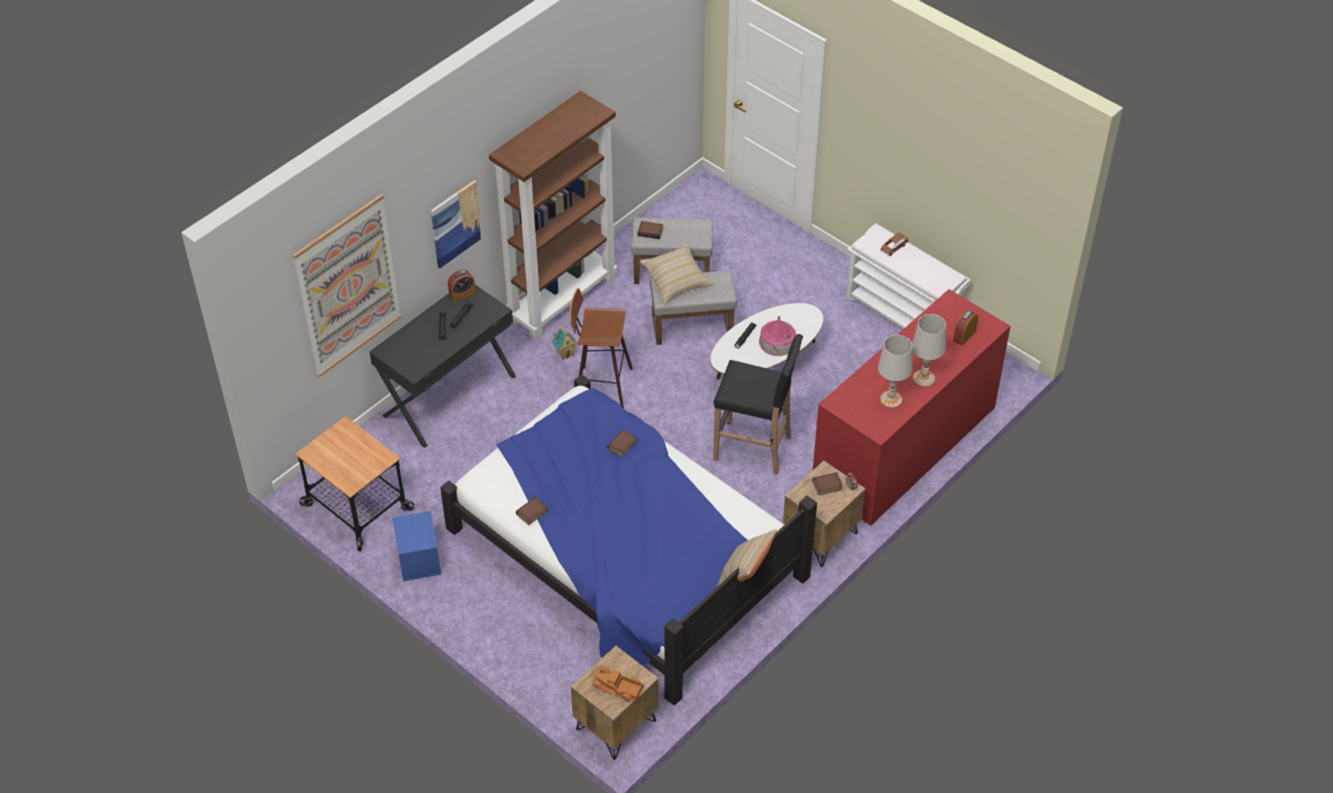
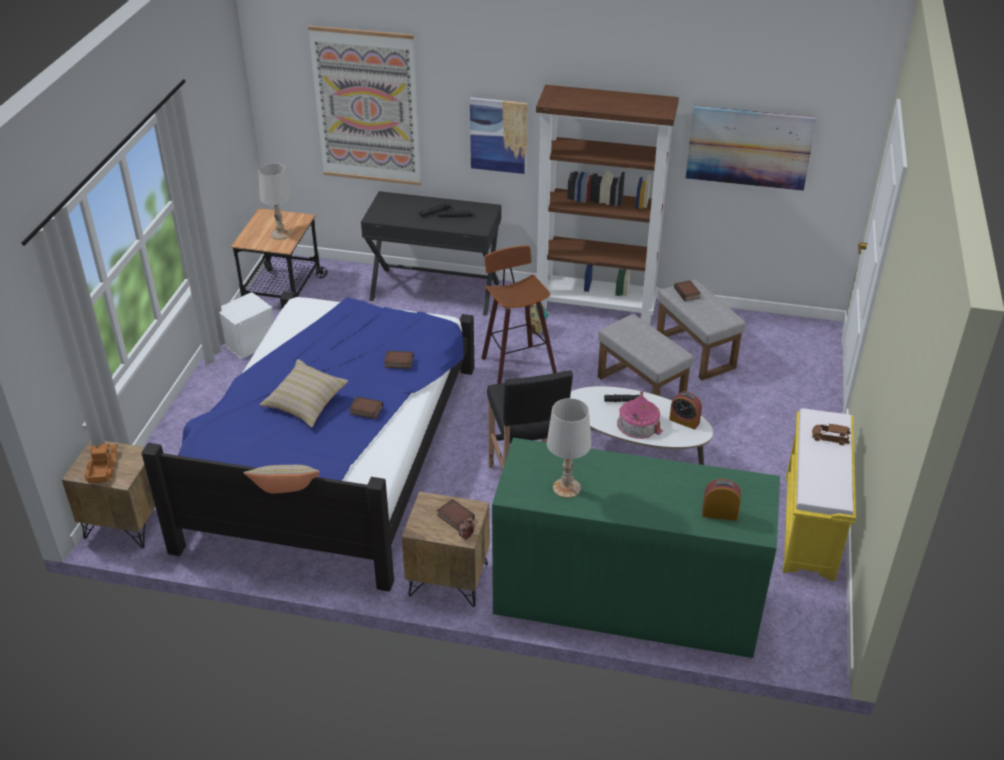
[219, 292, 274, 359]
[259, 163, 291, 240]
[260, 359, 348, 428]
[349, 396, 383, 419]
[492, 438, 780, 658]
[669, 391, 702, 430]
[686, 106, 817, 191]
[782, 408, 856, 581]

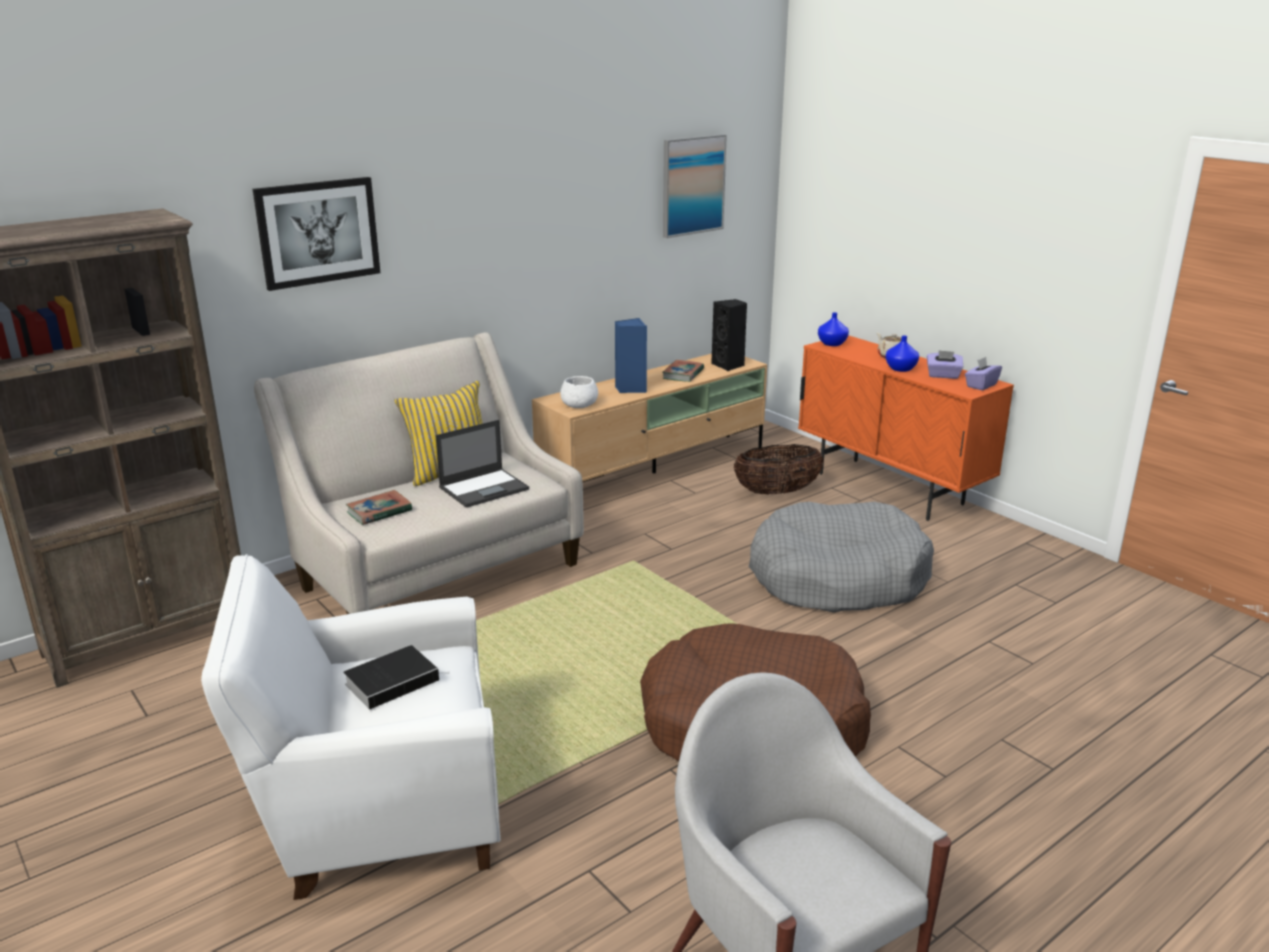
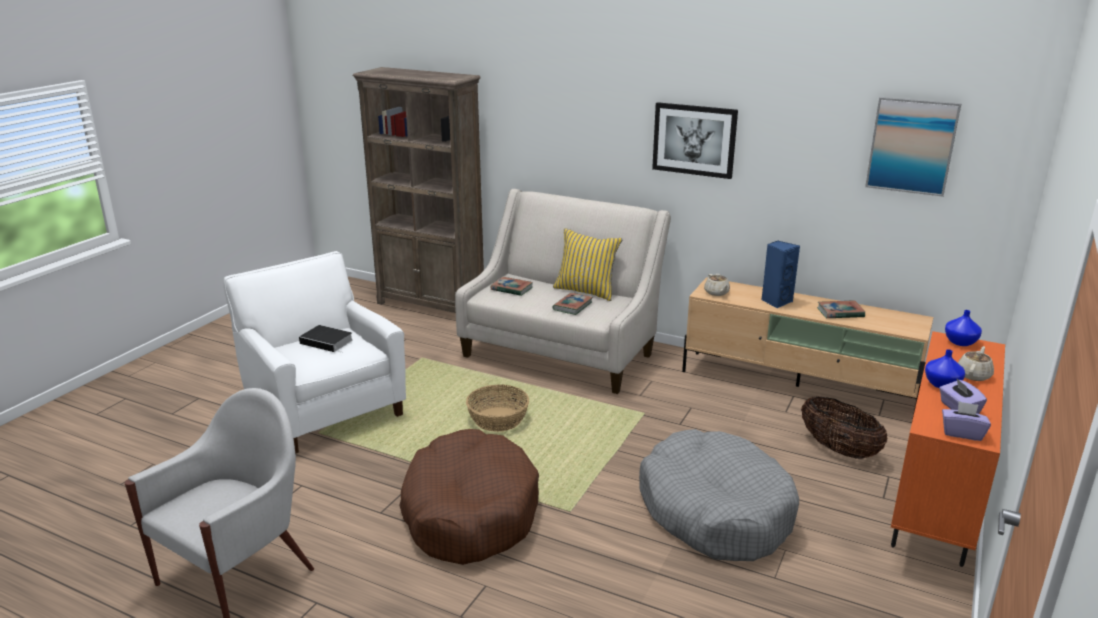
[466, 385, 529, 432]
[553, 293, 593, 315]
[652, 102, 738, 179]
[704, 274, 730, 296]
[711, 299, 747, 371] (first image)

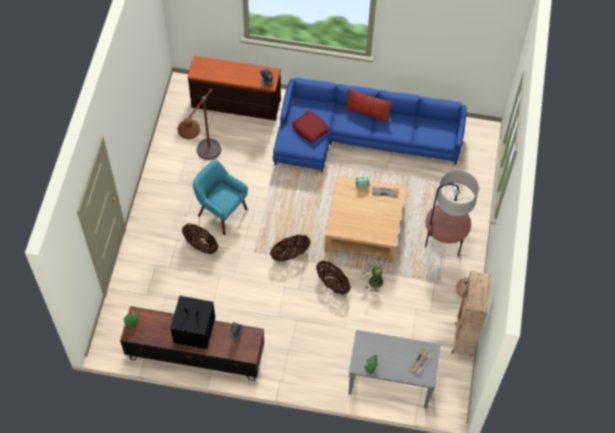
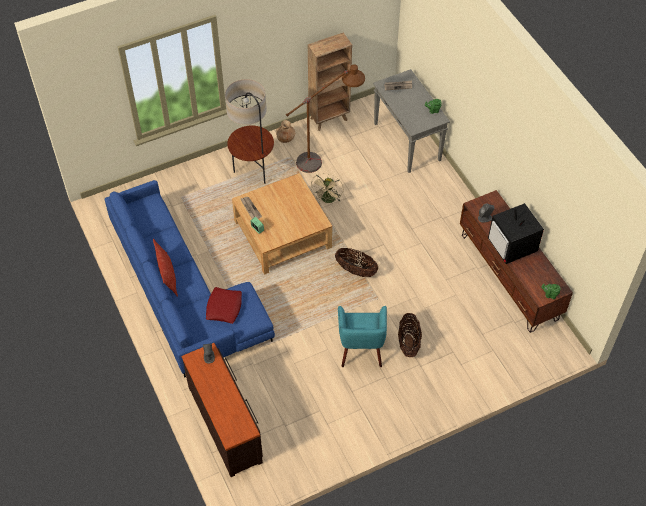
[286, 65, 365, 173]
[316, 260, 351, 295] (first image)

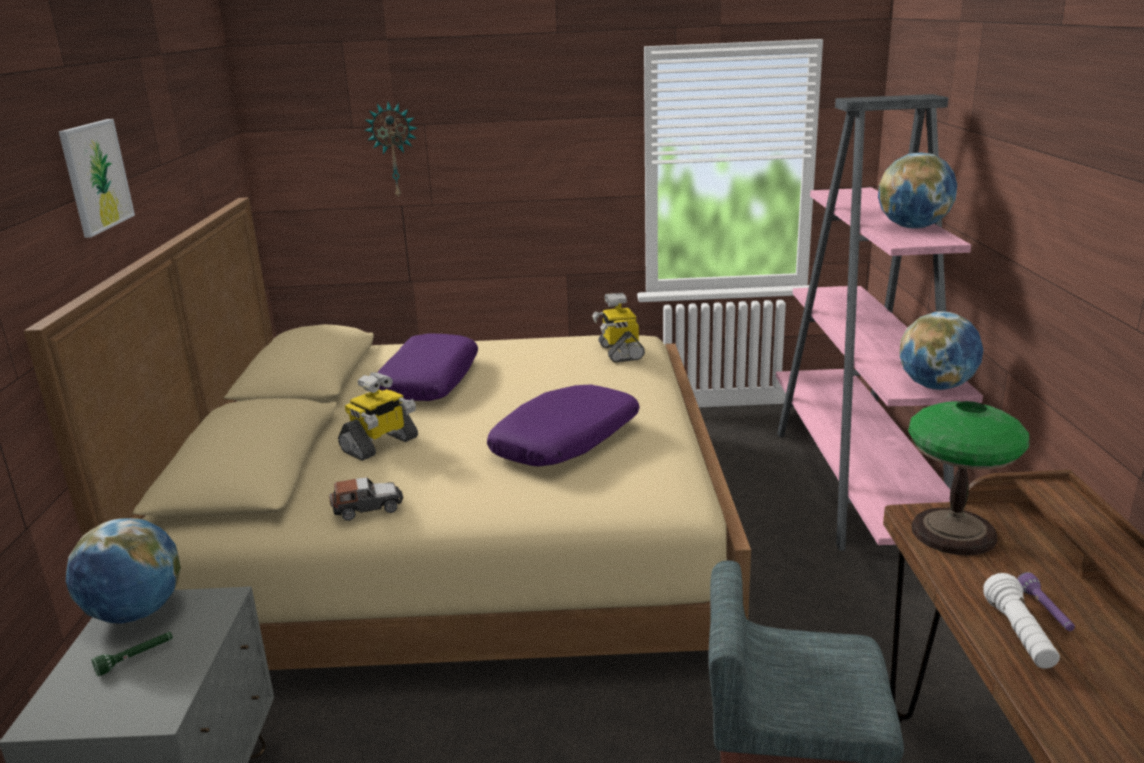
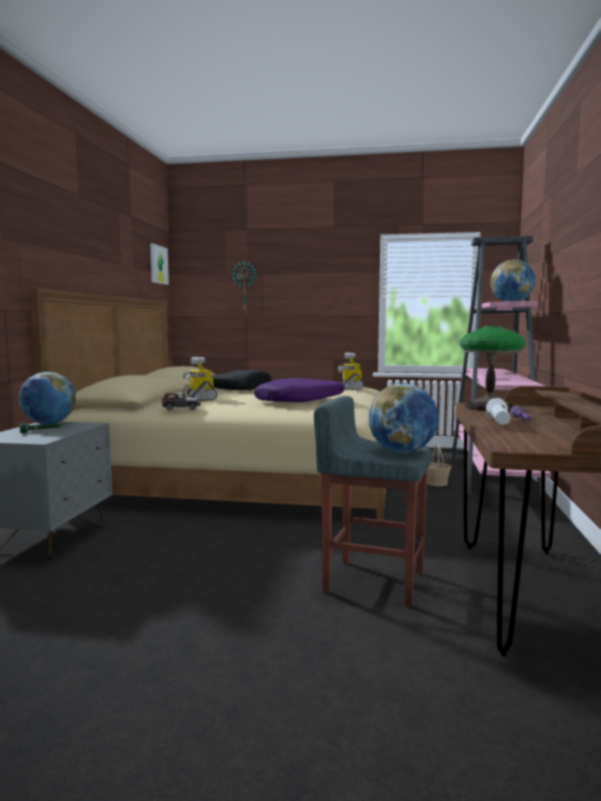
[150, 243, 169, 285]
[183, 357, 217, 401]
[212, 370, 271, 390]
[369, 383, 439, 453]
[427, 444, 451, 486]

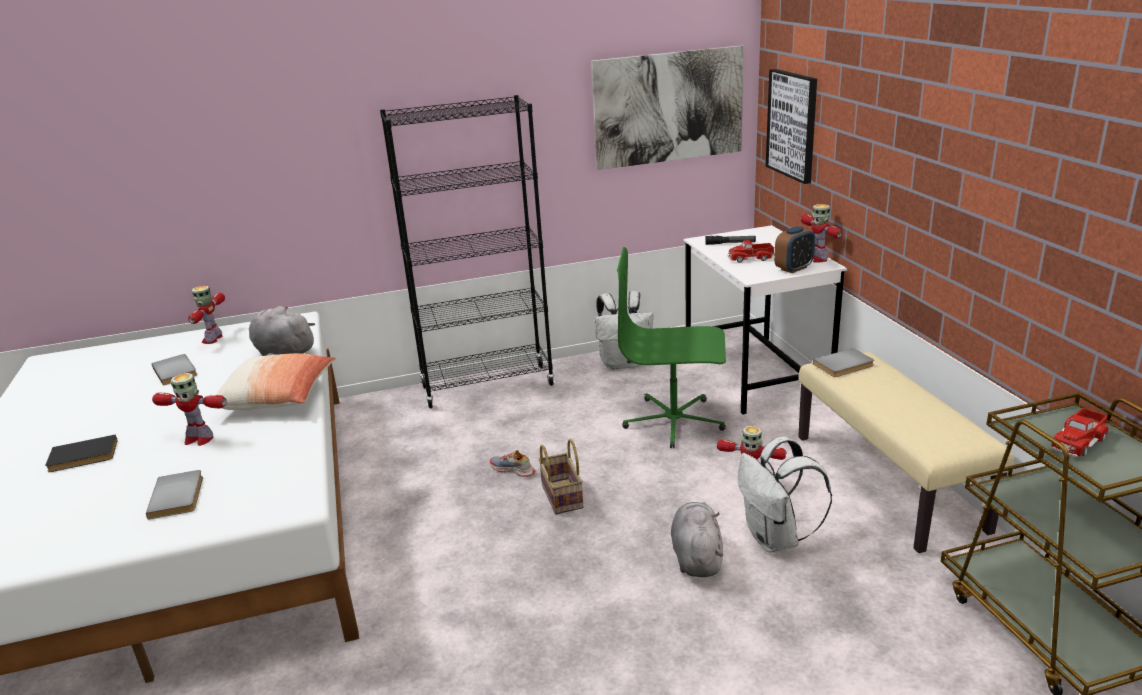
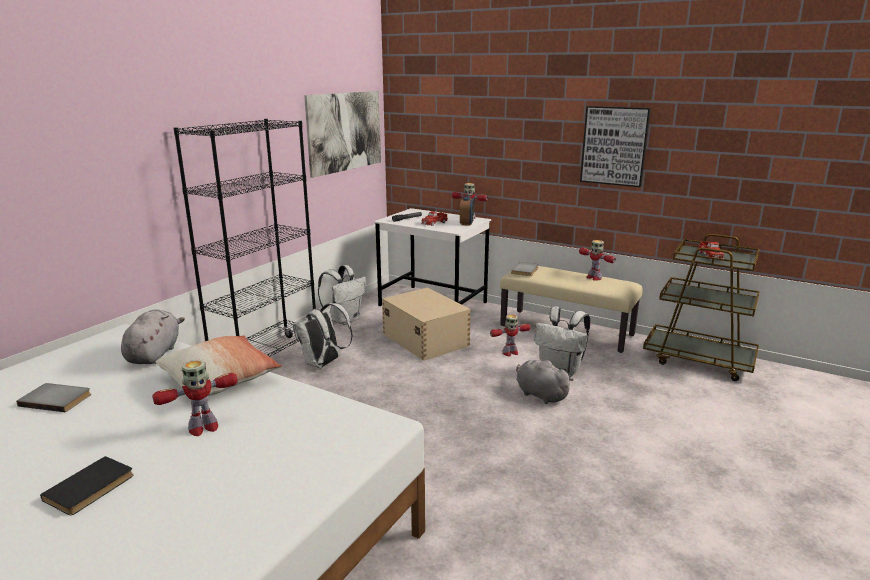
[121, 309, 185, 364]
[293, 303, 353, 368]
[382, 288, 471, 361]
[579, 240, 616, 281]
[580, 106, 651, 187]
[146, 470, 203, 520] (first image)
[490, 450, 536, 477] (first image)
[538, 439, 583, 514] (first image)

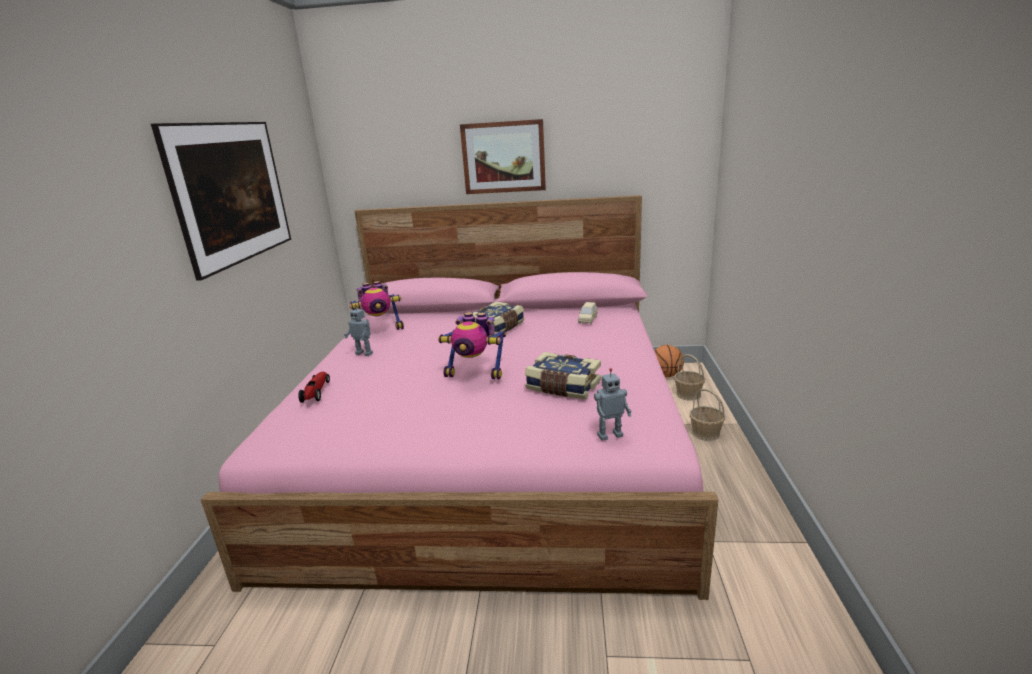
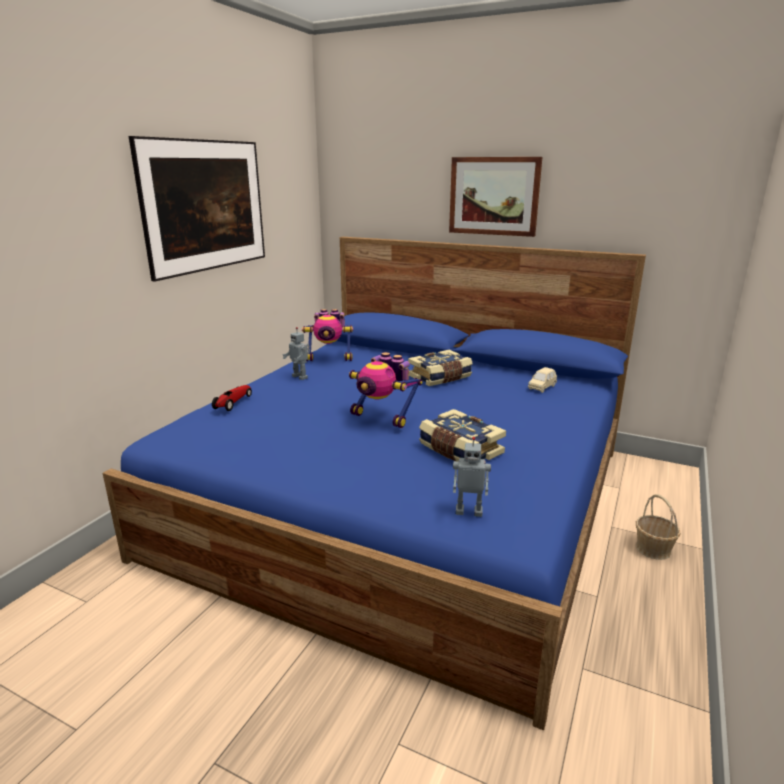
[103, 237, 646, 730]
[654, 345, 684, 377] (first image)
[674, 354, 705, 401] (first image)

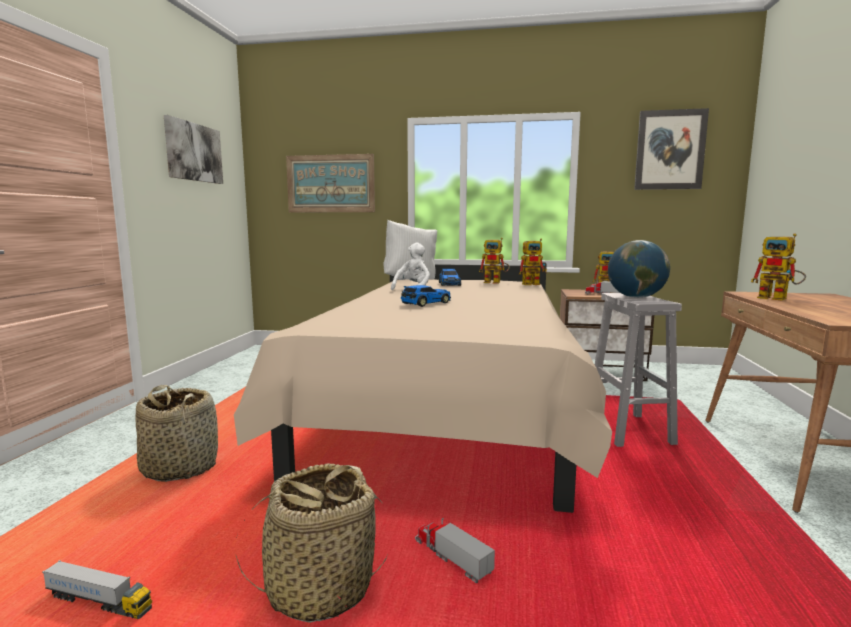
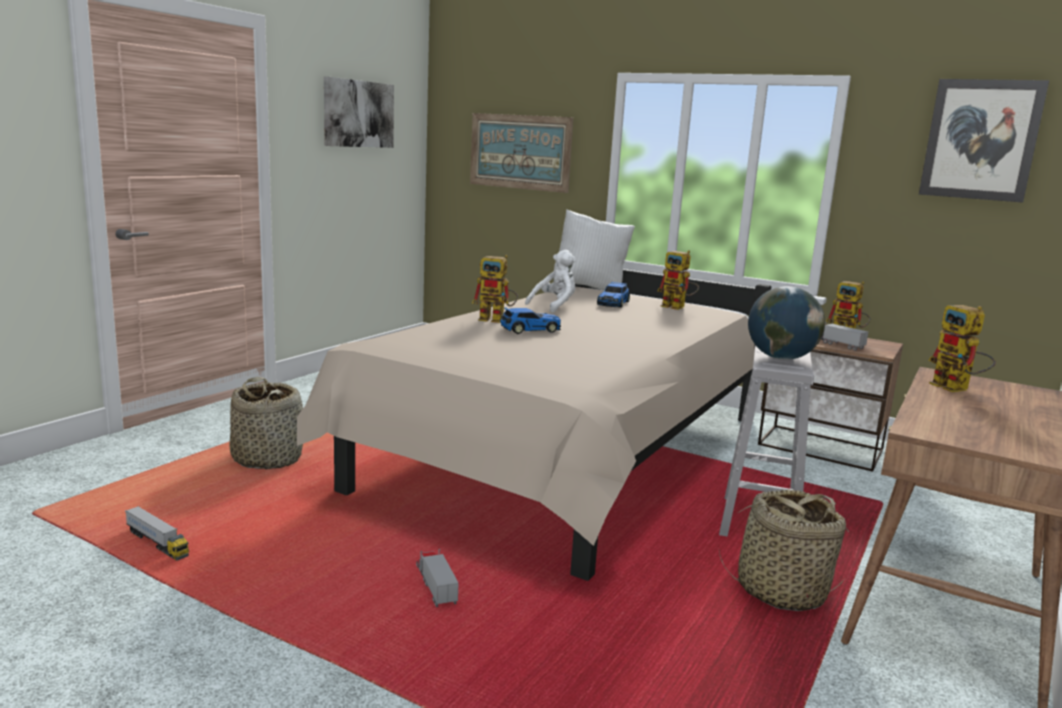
[472, 255, 518, 323]
[719, 489, 849, 611]

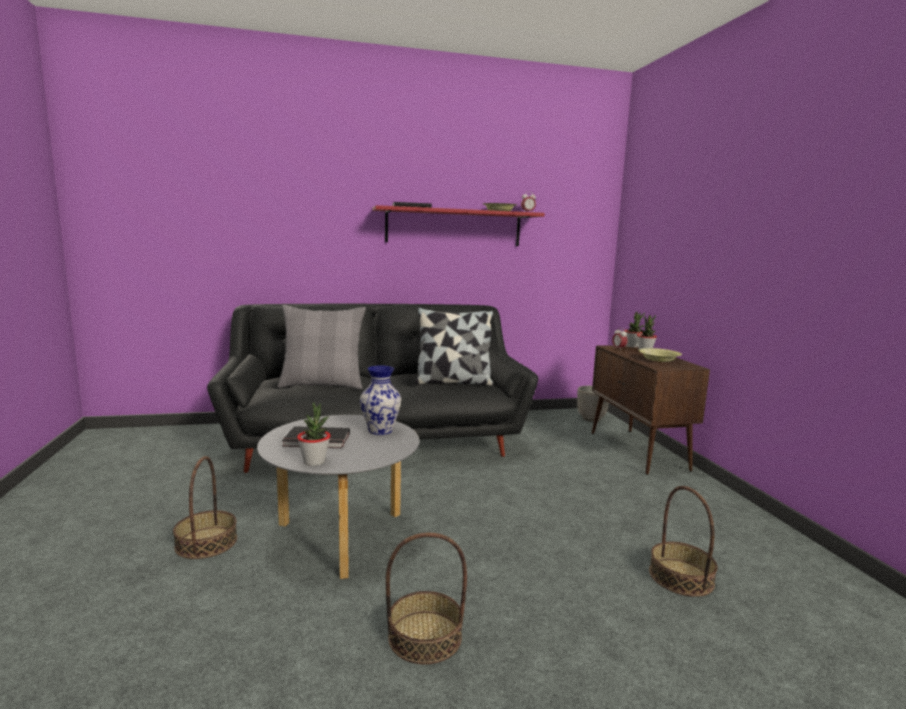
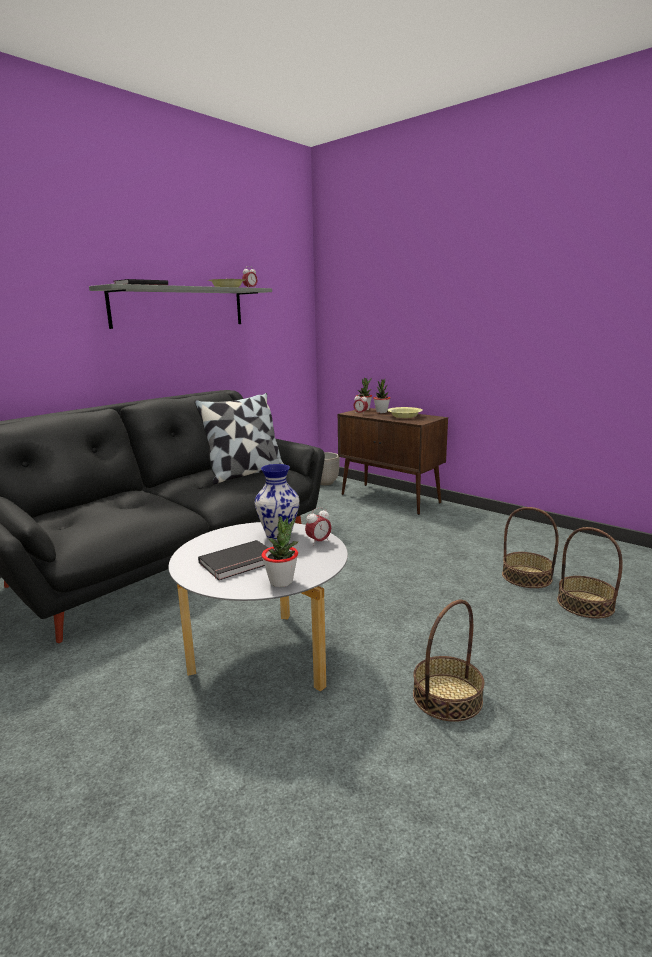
[89, 284, 272, 329]
[305, 507, 331, 546]
[557, 527, 623, 618]
[277, 305, 366, 390] (first image)

